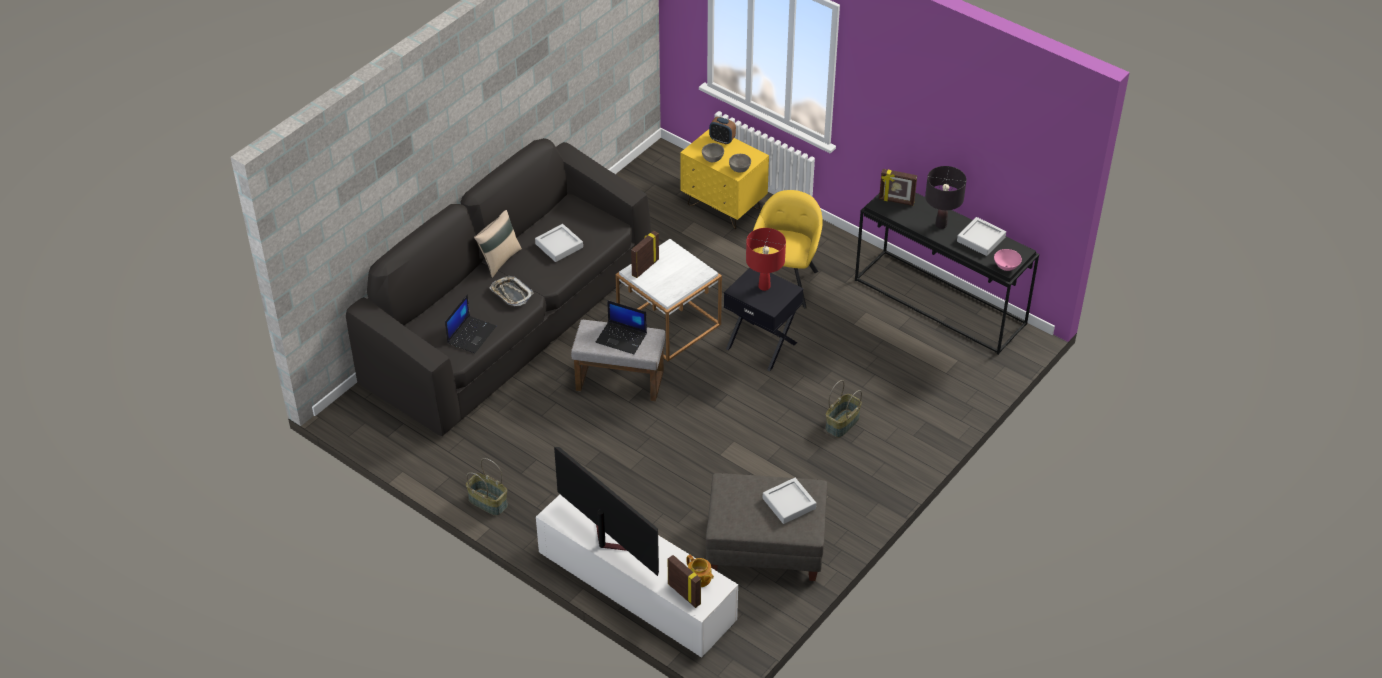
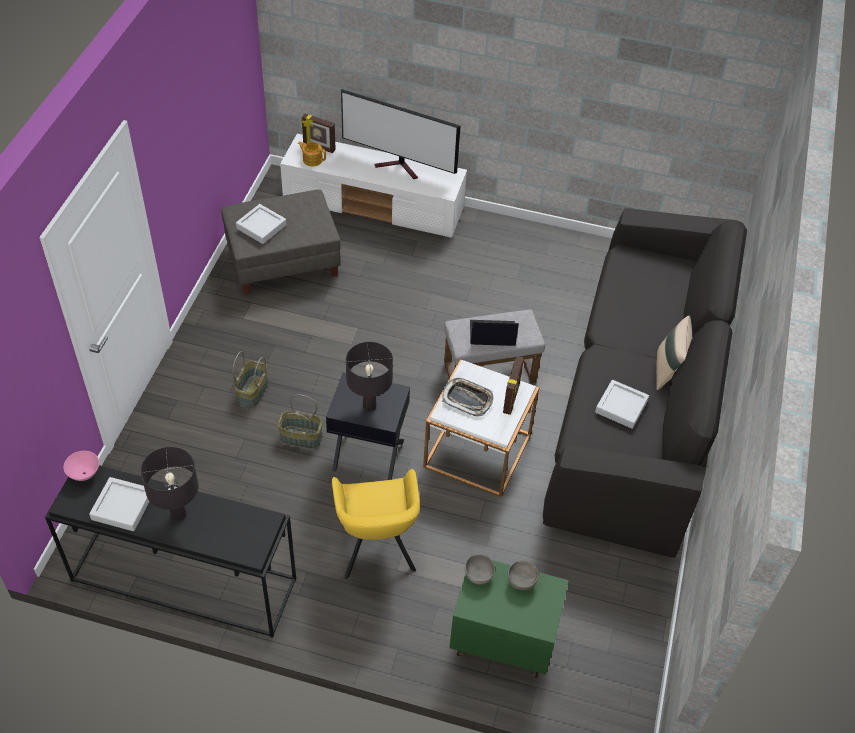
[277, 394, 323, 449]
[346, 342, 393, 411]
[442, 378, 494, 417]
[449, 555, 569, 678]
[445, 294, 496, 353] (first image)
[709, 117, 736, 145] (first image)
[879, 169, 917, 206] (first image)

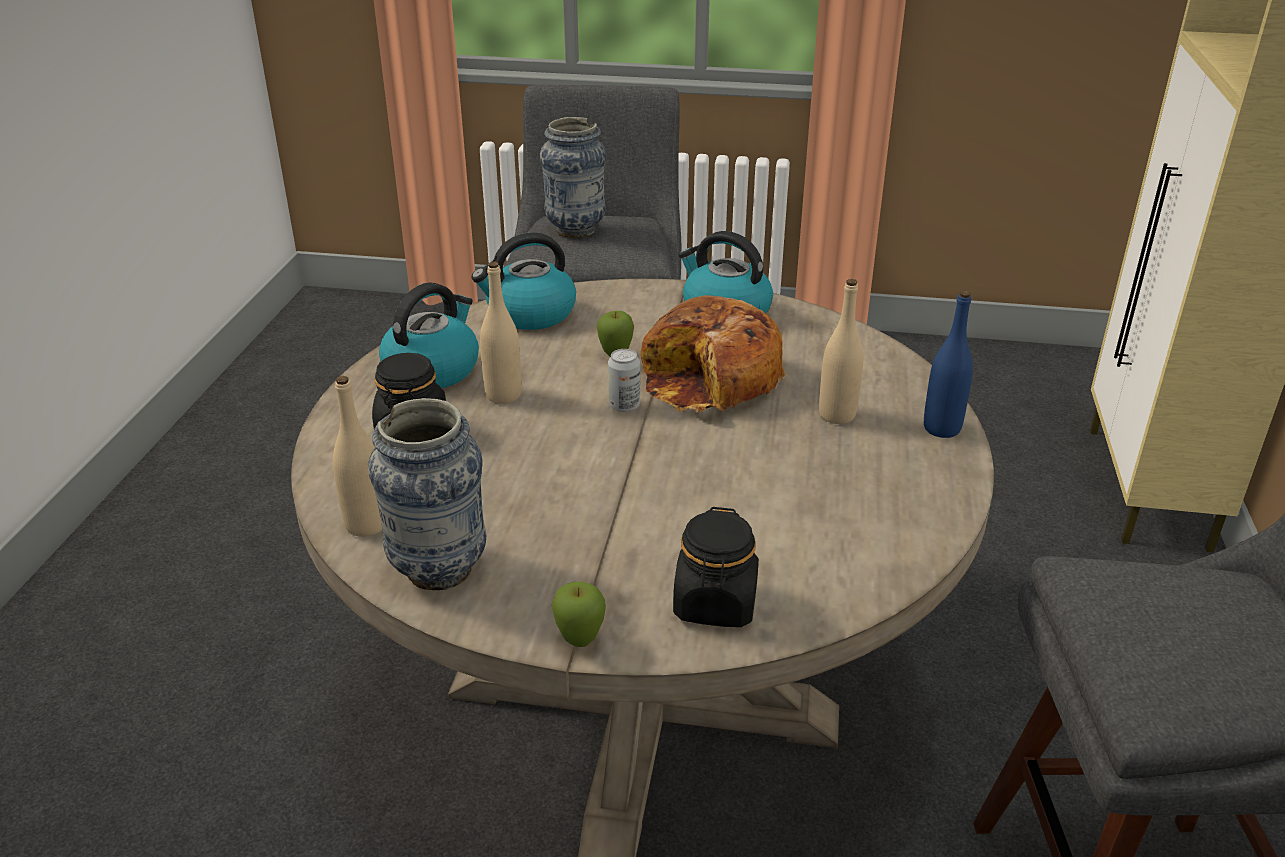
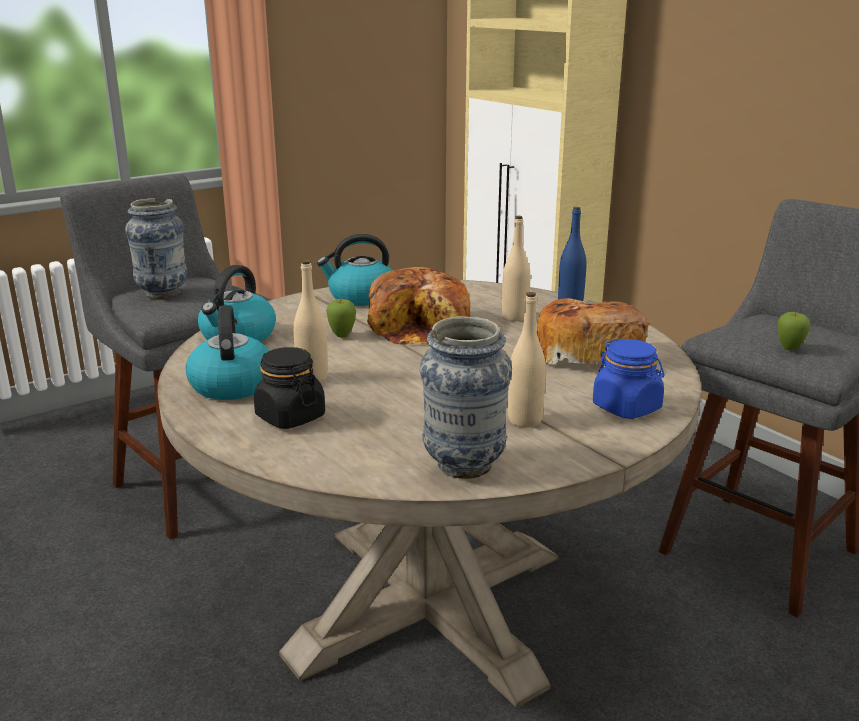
[508, 292, 546, 428]
[537, 298, 649, 367]
[593, 339, 664, 419]
[778, 312, 811, 350]
[608, 349, 640, 412] (first image)

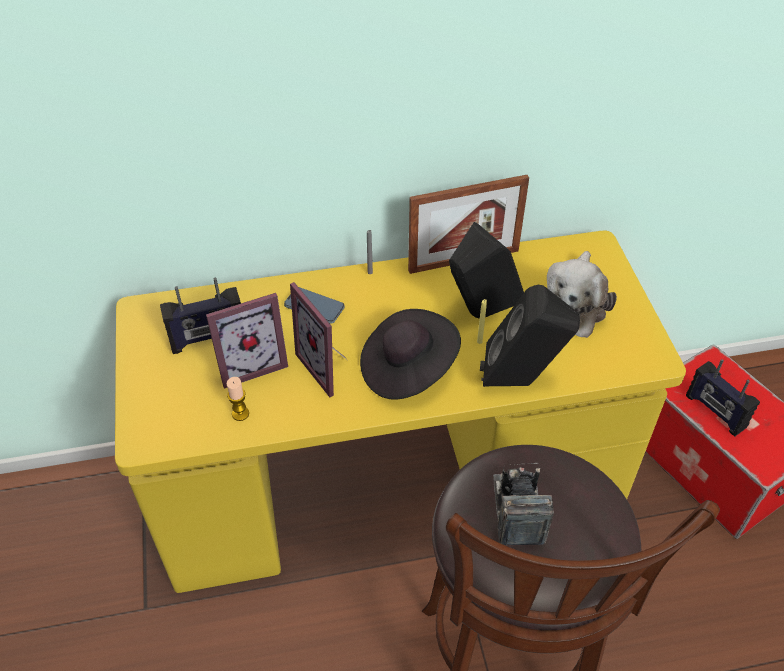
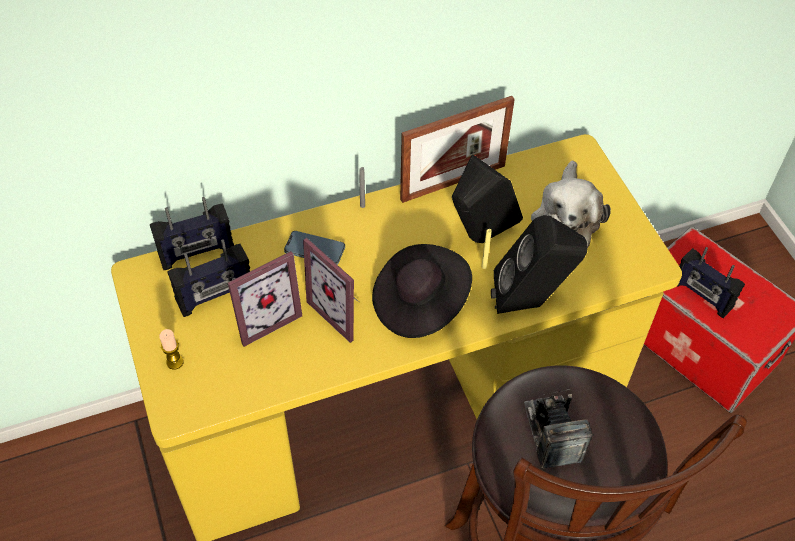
[150, 197, 234, 270]
[159, 329, 184, 370]

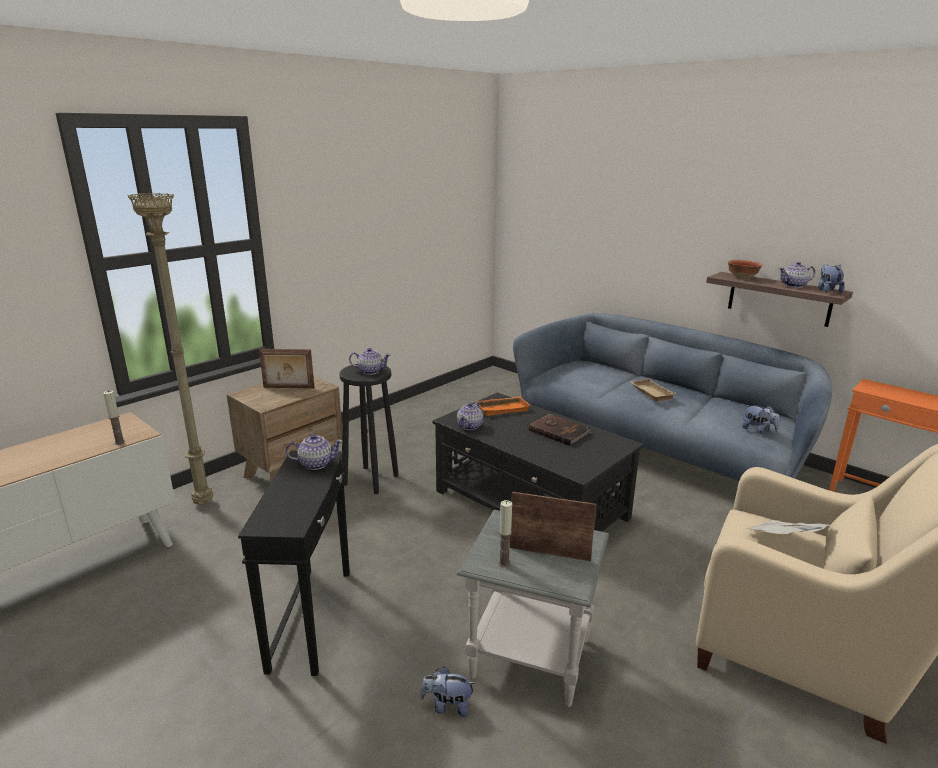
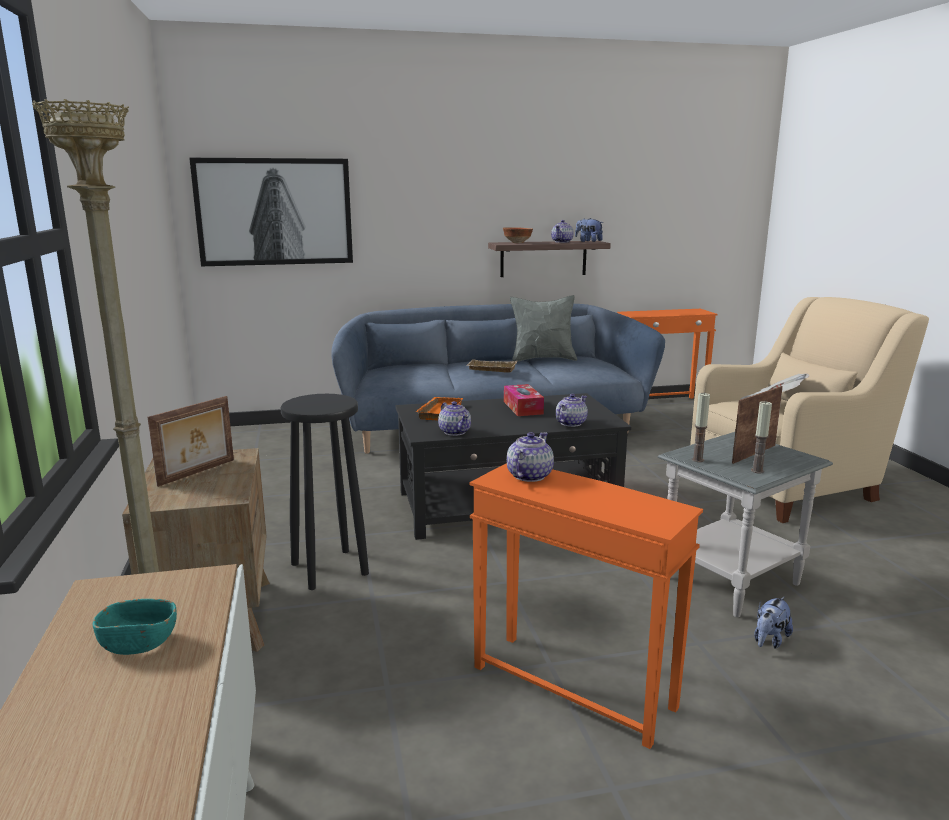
[93, 599, 177, 655]
[189, 158, 353, 266]
[470, 463, 703, 749]
[504, 384, 544, 416]
[510, 295, 577, 362]
[556, 394, 588, 427]
[692, 392, 710, 462]
[742, 405, 780, 434] (first image)

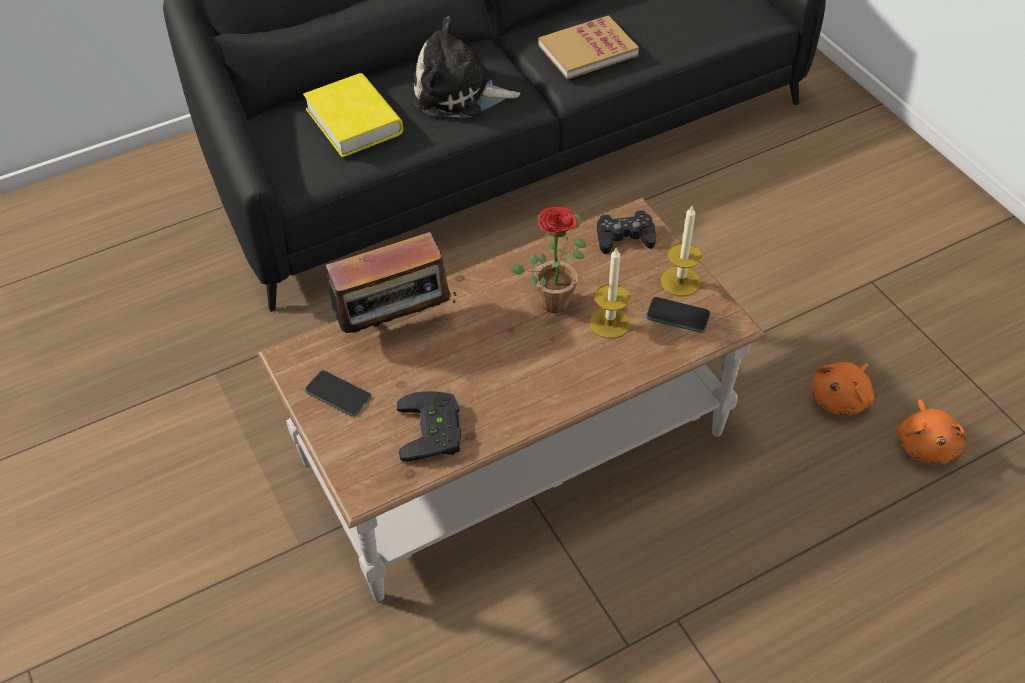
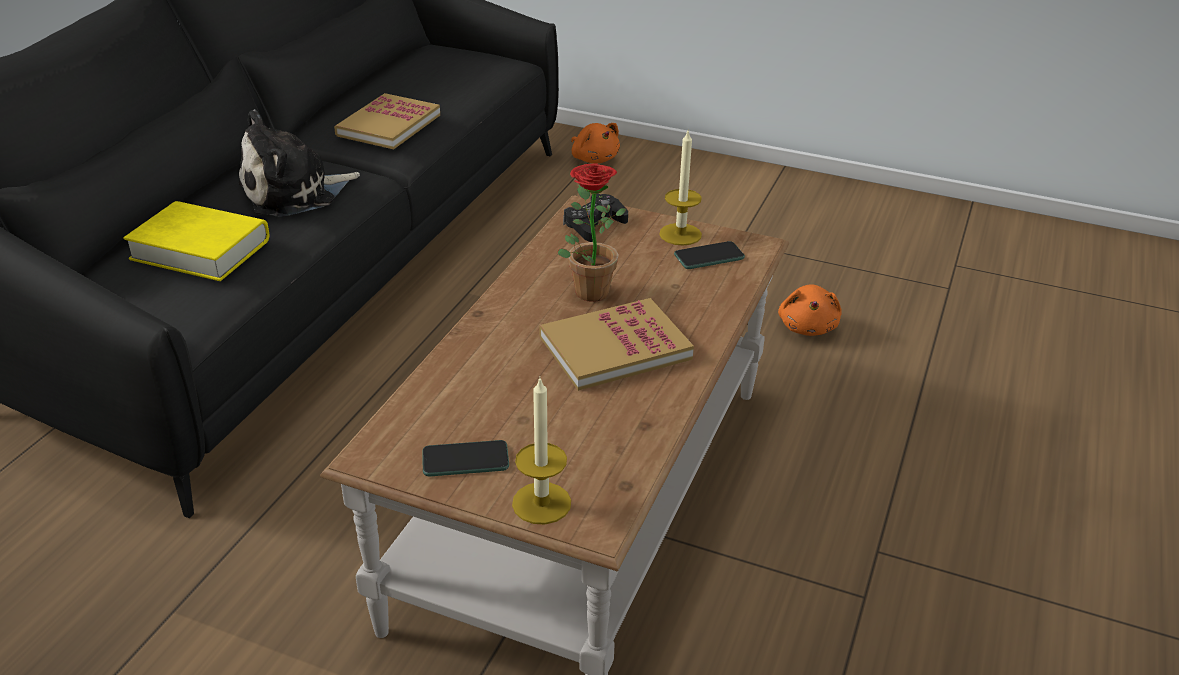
[512, 379, 571, 525]
[539, 298, 694, 391]
[571, 123, 620, 163]
[314, 232, 456, 338] (first image)
[397, 391, 461, 461] (first image)

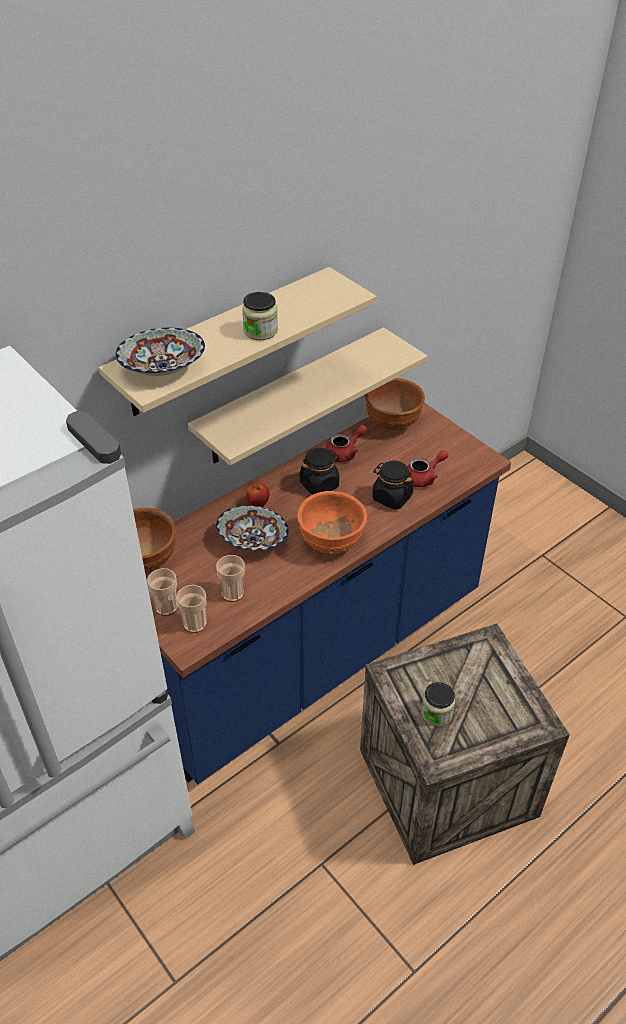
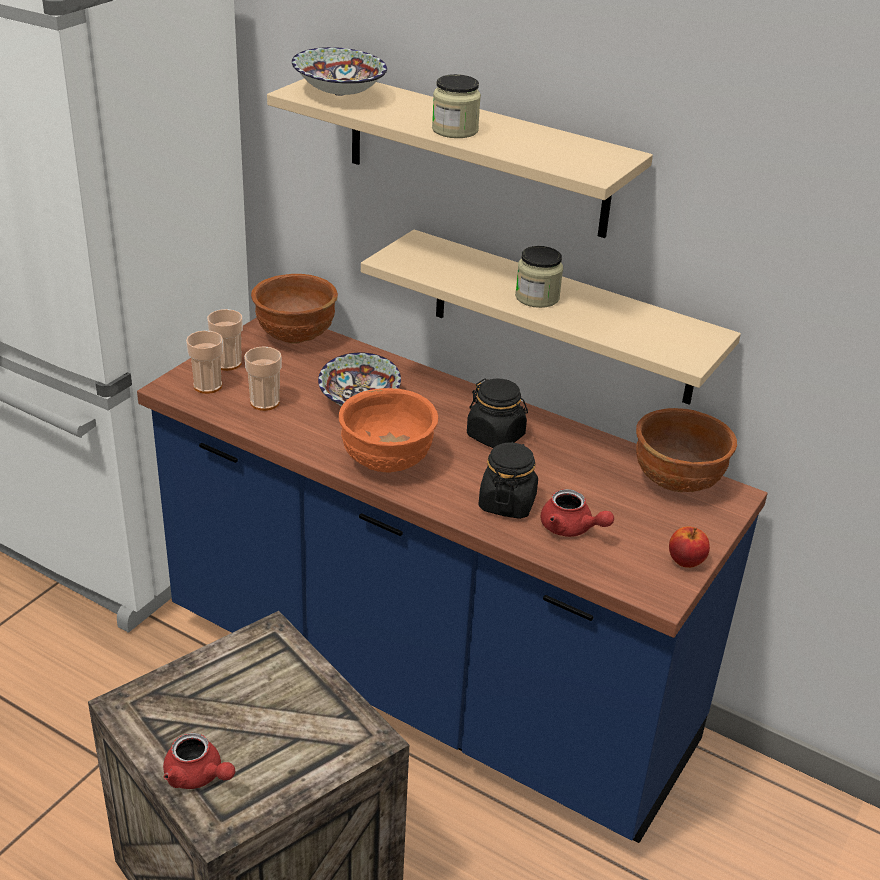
[163, 733, 235, 789]
[515, 246, 563, 308]
[669, 526, 710, 568]

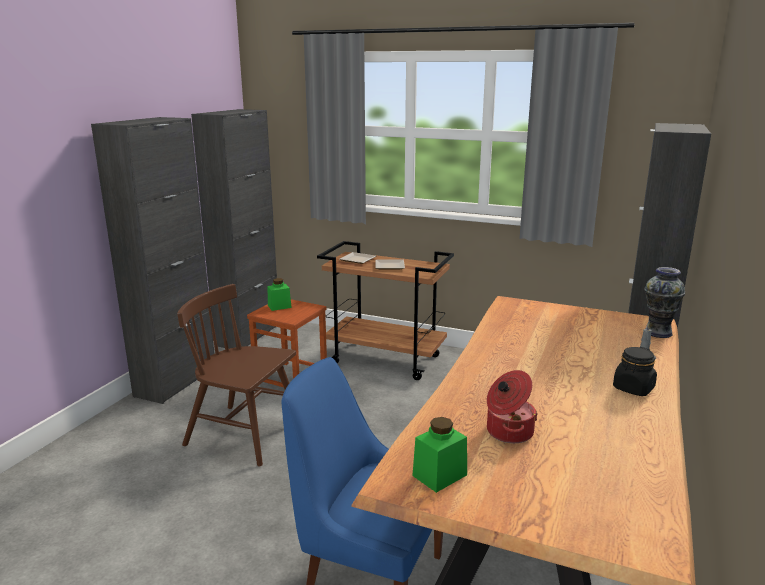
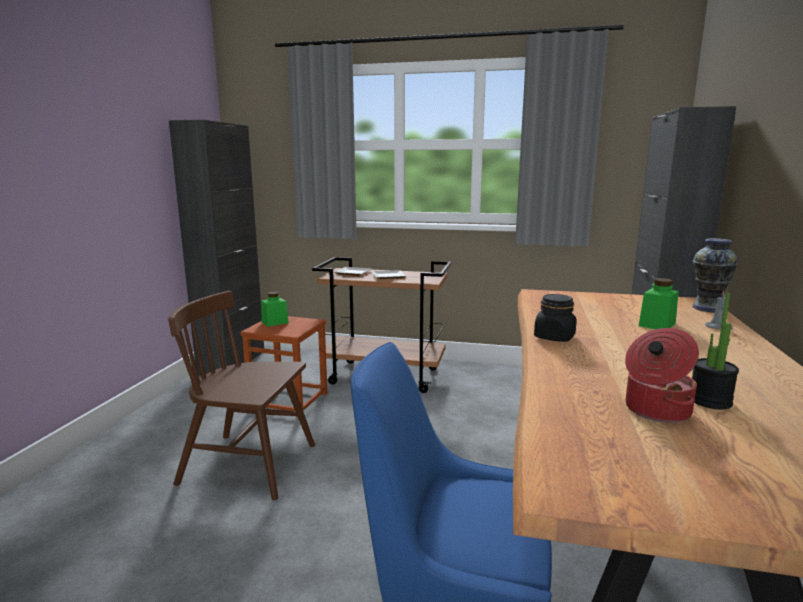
[534, 294, 577, 342]
[639, 278, 679, 329]
[692, 293, 739, 409]
[91, 117, 215, 404] (first image)

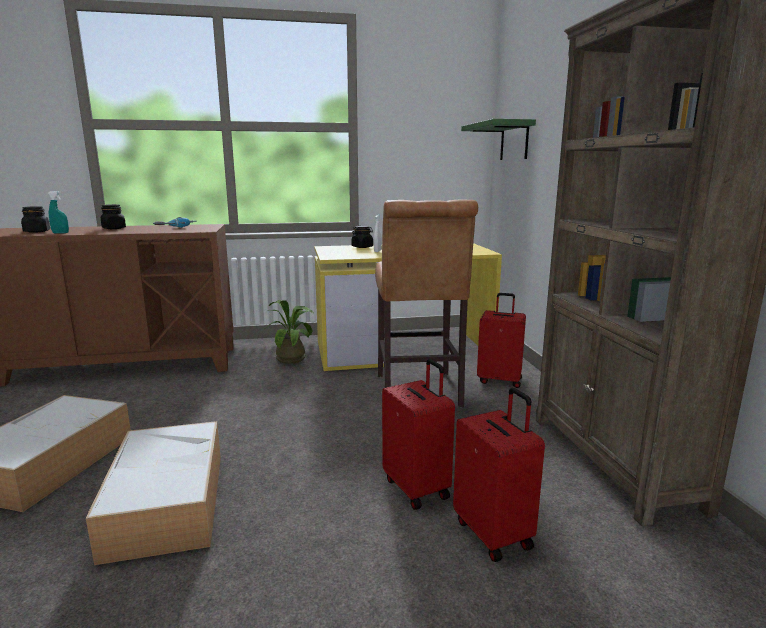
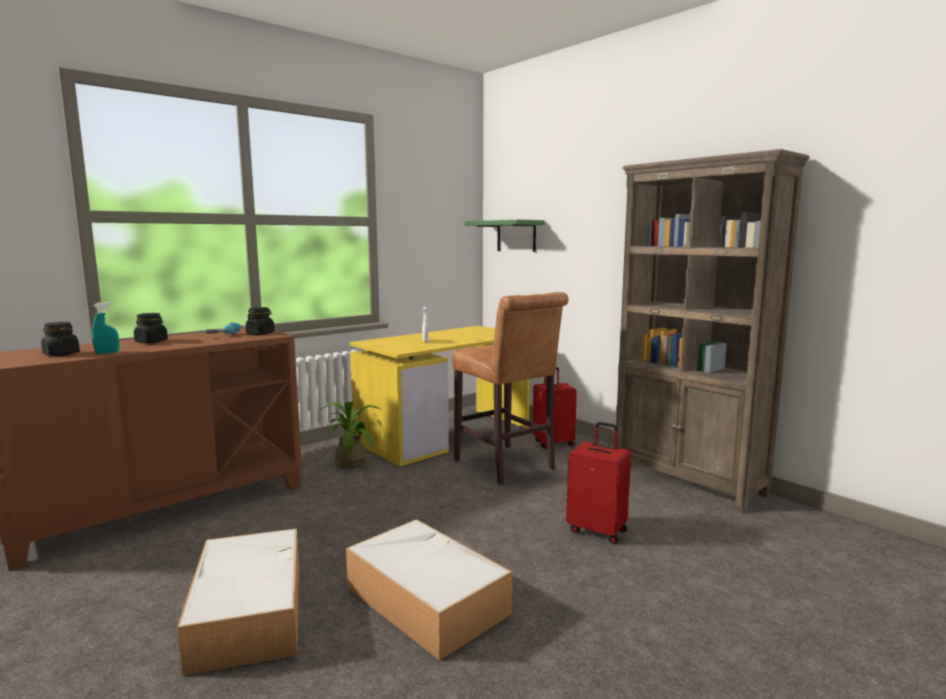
[245, 307, 275, 335]
[453, 388, 545, 562] (first image)

